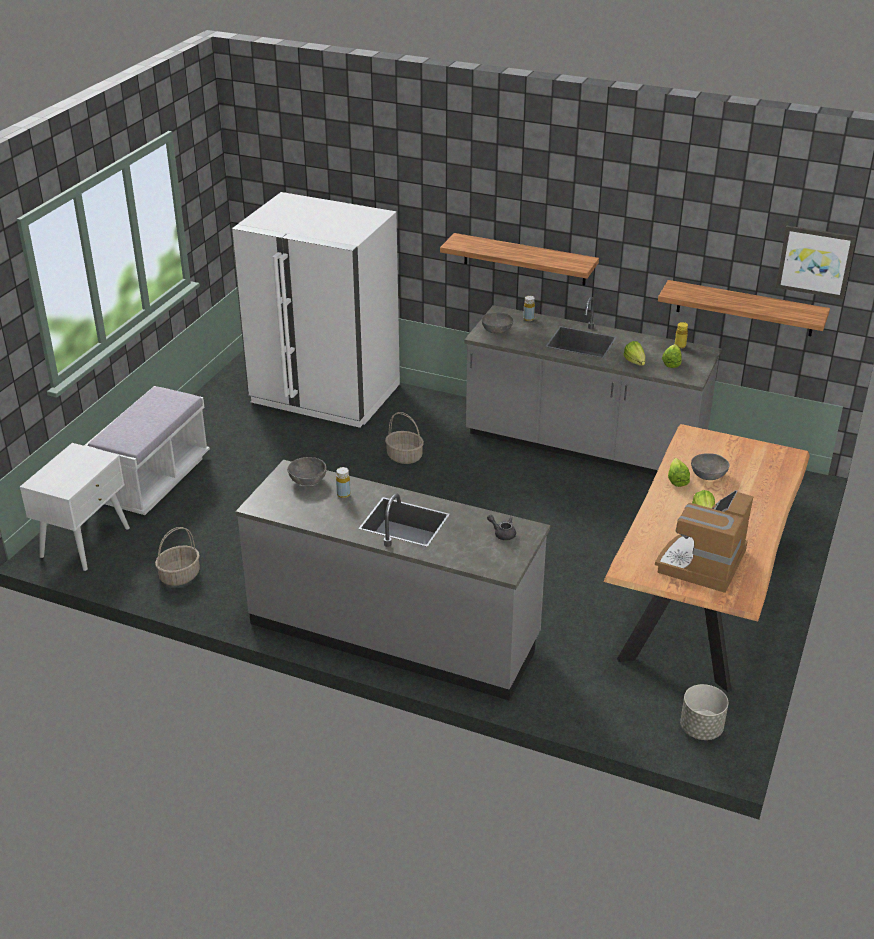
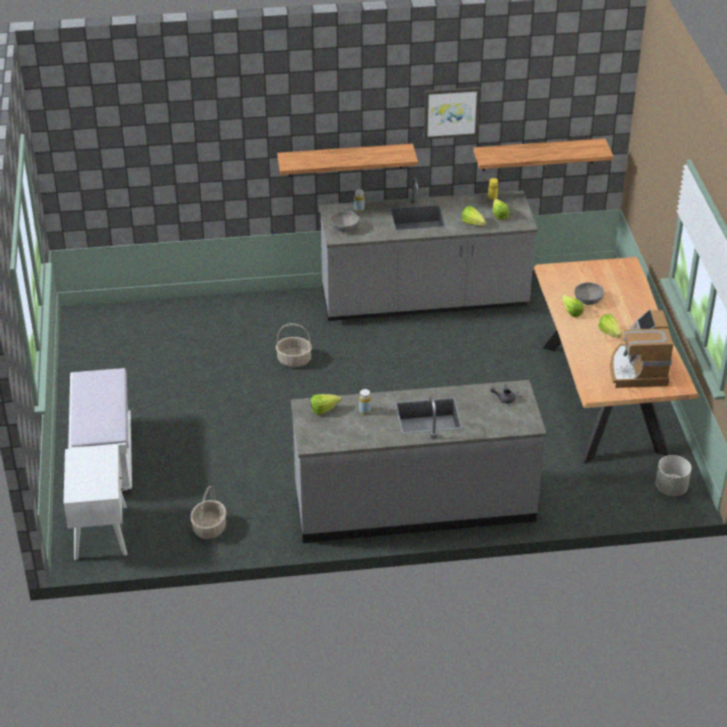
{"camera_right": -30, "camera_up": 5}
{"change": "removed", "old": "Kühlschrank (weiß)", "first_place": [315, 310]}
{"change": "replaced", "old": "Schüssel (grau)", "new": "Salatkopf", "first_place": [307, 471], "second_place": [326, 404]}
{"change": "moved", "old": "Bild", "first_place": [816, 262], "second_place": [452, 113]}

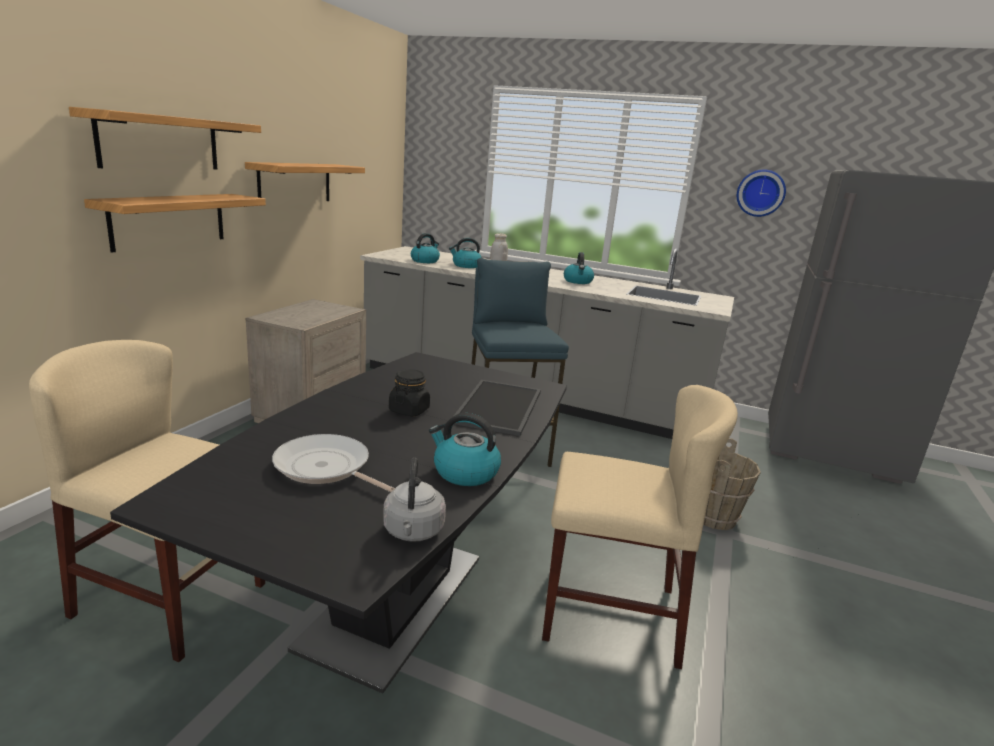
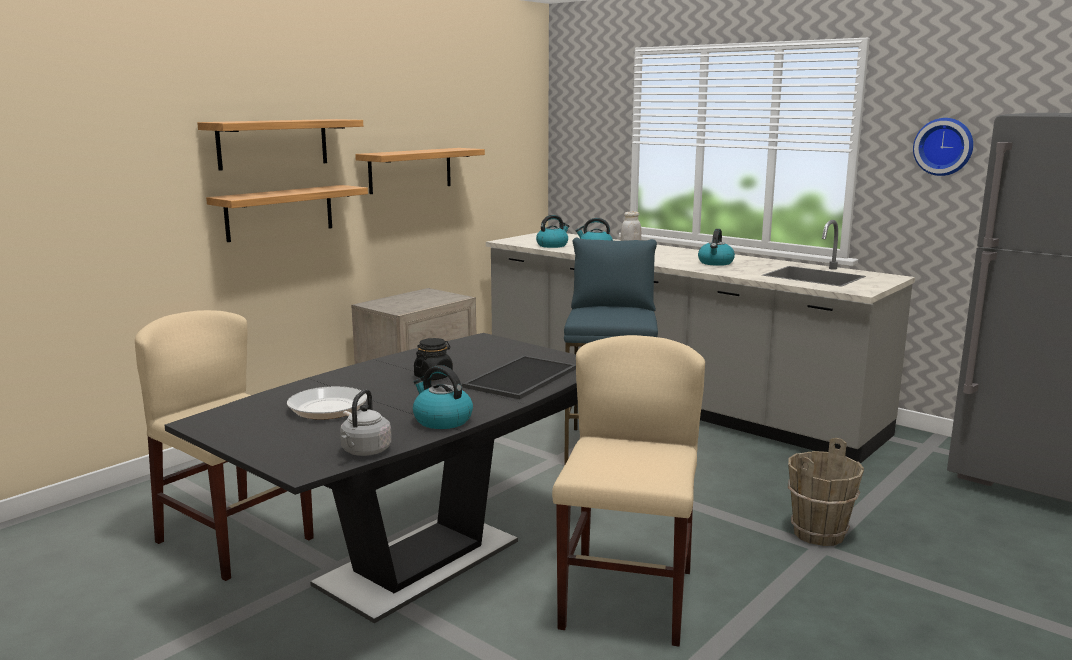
{"camera_right": 20, "camera_up": -5}
{"change": "turned", "old": "Stuhl (beige)", "first_place": [640, 527], "second_place": [628, 491], "degrees": -105}

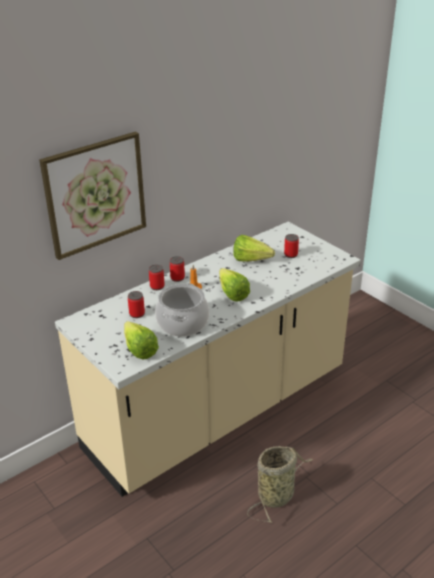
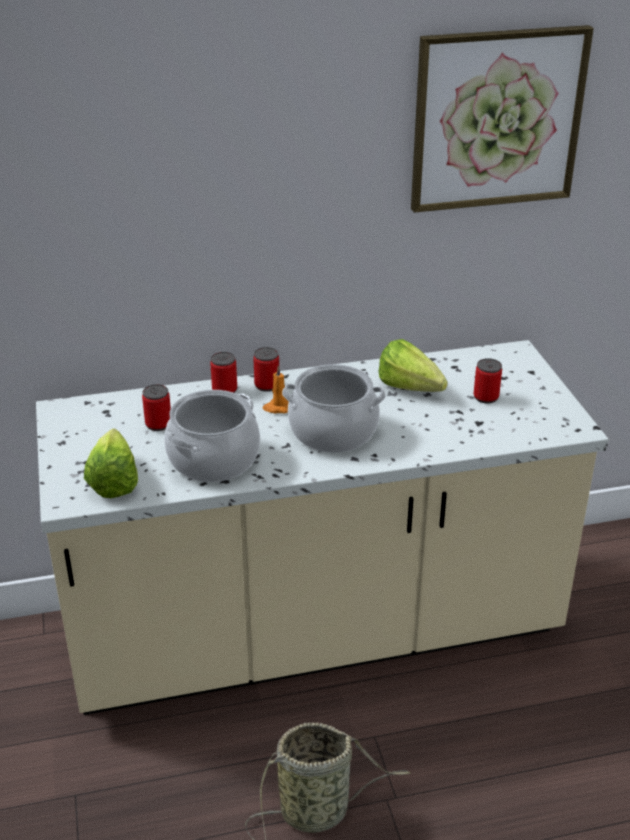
{"camera_right": 25, "camera_up": 0}
{"change": "moved", "old": "Bild", "first_place": [92, 196], "second_place": [502, 119]}
{"change": "replaced", "old": "Salatkopf", "new": "Kochtopf", "first_place": [234, 285], "second_place": [334, 408]}

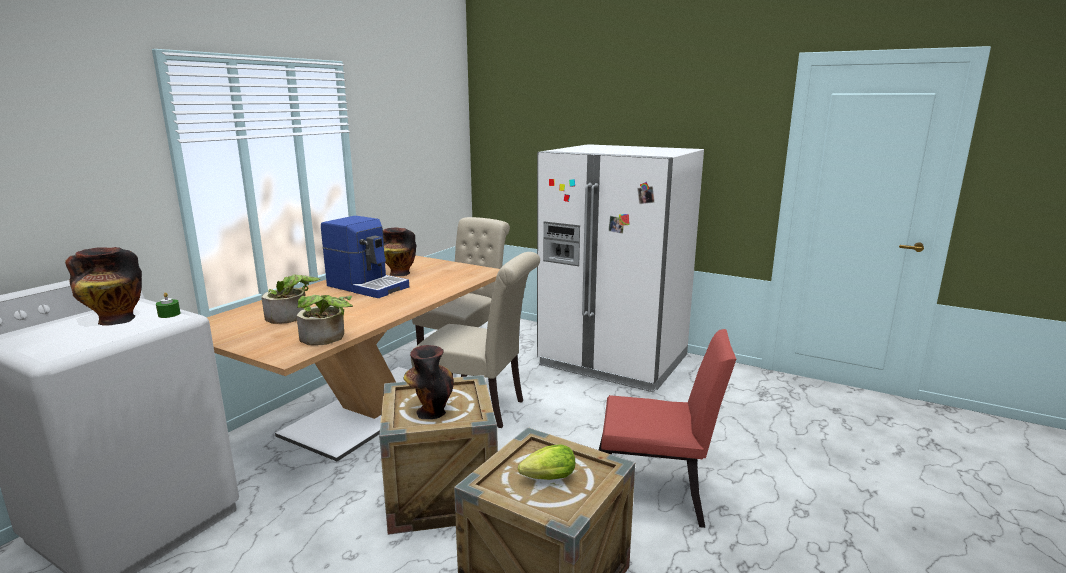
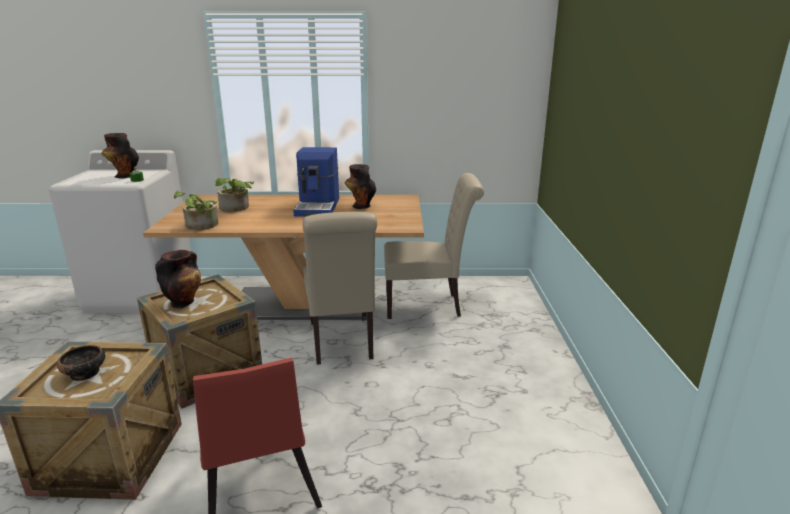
{"camera_right": 60, "camera_up": 5}
{"change": "replaced", "old": "Salatkopf", "new": "Schüssel", "first_place": [546, 462], "second_place": [81, 363]}
{"change": "removed", "old": "Kühlschrank (weiß)", "first_place": [620, 268]}

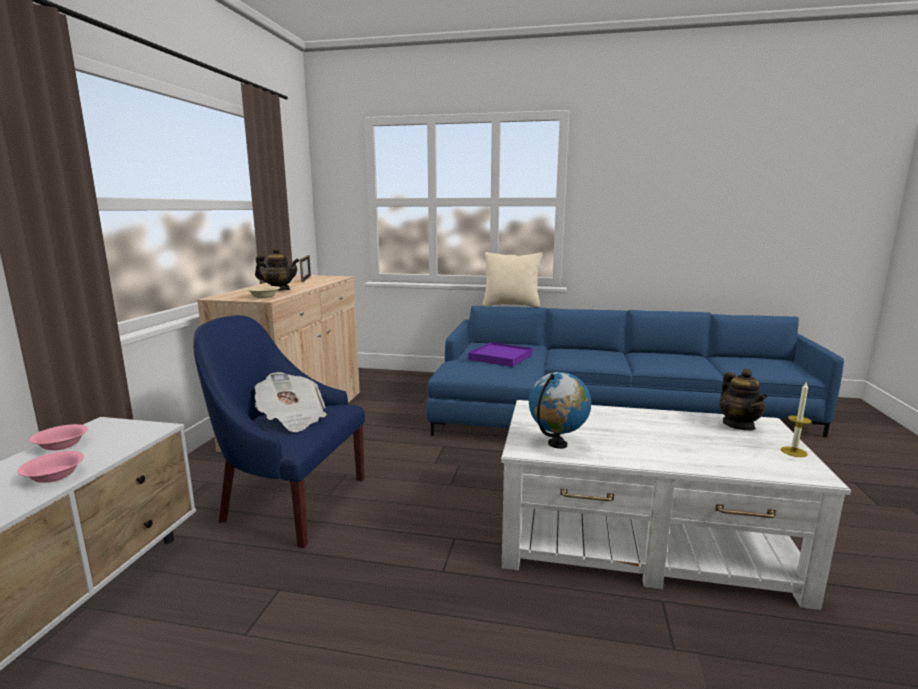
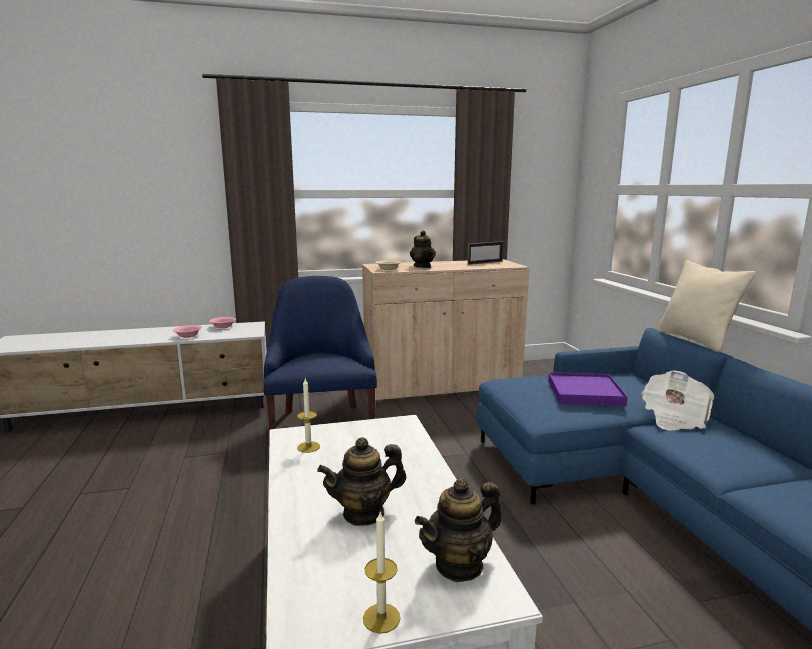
{"camera_right": 65, "camera_up": 0}
{"change": "moved", "old": "Zeitung", "first_place": [291, 402], "second_place": [678, 400]}
{"change": "replaced", "old": "Globus", "new": "Kerze", "first_place": [560, 410], "second_place": [308, 416]}
{"change": "added", "new": "Teekanne", "second_place": [361, 481]}

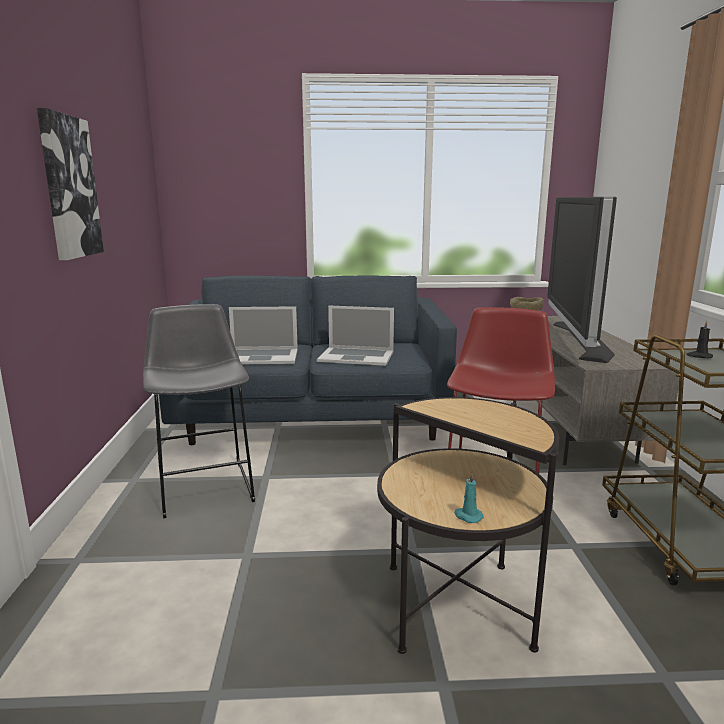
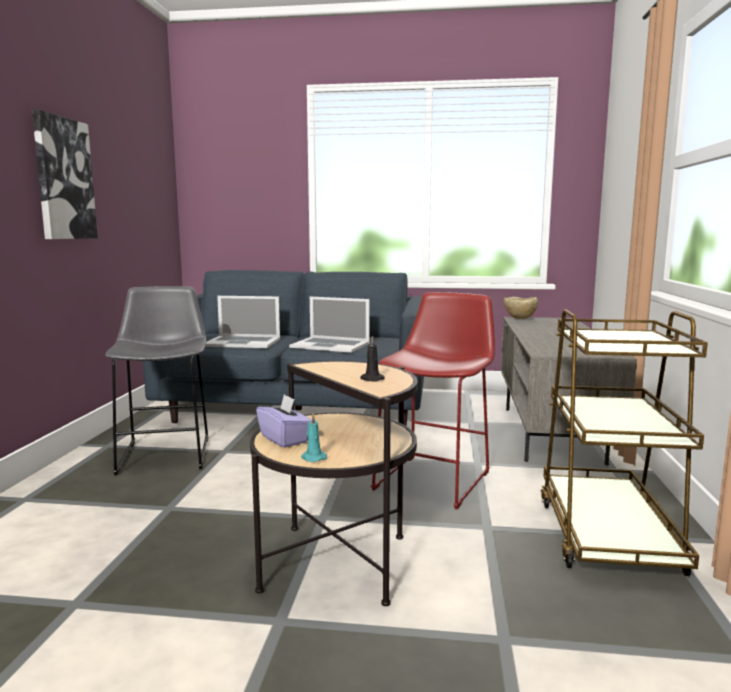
{"camera_right": 10, "camera_up": -5}
{"change": "removed", "old": "Fernseher", "first_place": [582, 280]}
{"change": "moved", "old": "Kerze (schwarz)", "first_place": [699, 339], "second_place": [372, 359]}
{"change": "added", "new": "Taschentuchbox (lila)", "second_place": [283, 421]}

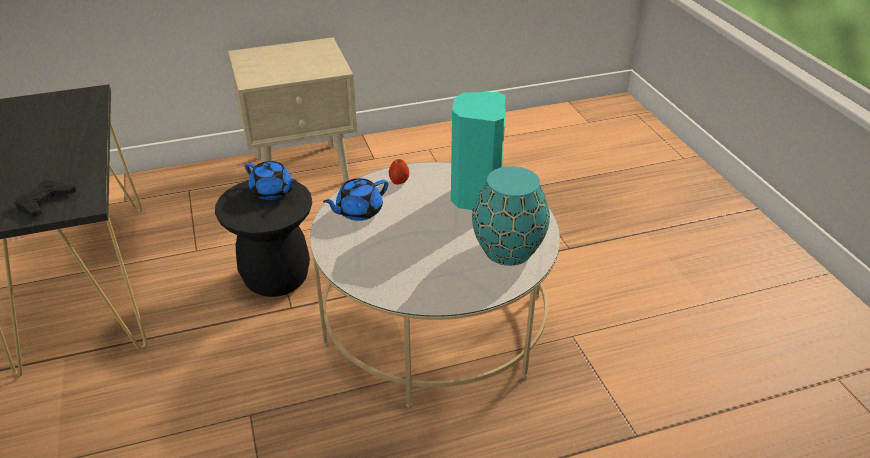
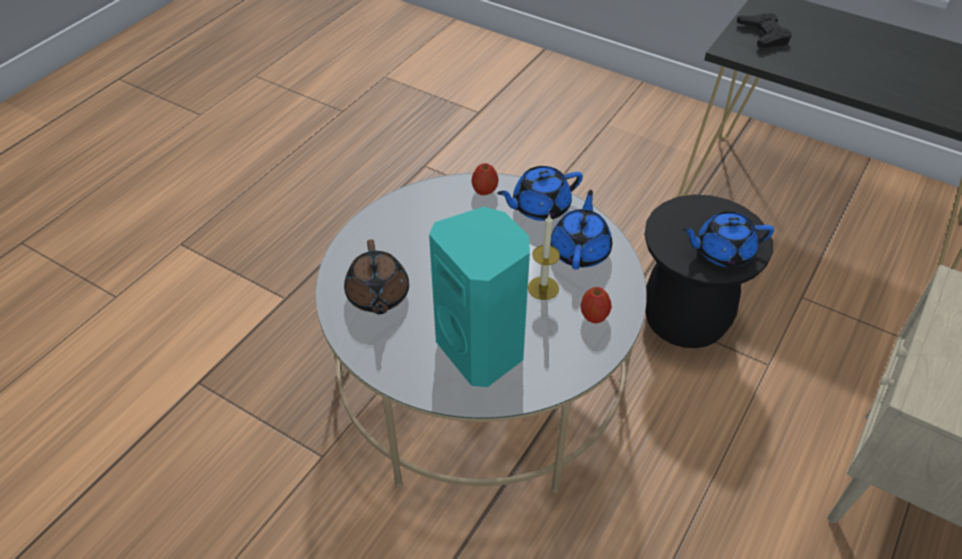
{"camera_right": 140, "camera_up": 10}
{"change": "replaced", "old": "Vase (türkis)", "new": "Teekanne (braun)", "first_place": [511, 216], "second_place": [376, 276]}
{"change": "added", "new": "Apfel", "second_place": [485, 179]}
{"change": "added", "new": "Teekanne (blau)", "second_place": [540, 193]}
{"change": "added", "new": "Kerze", "second_place": [544, 257]}

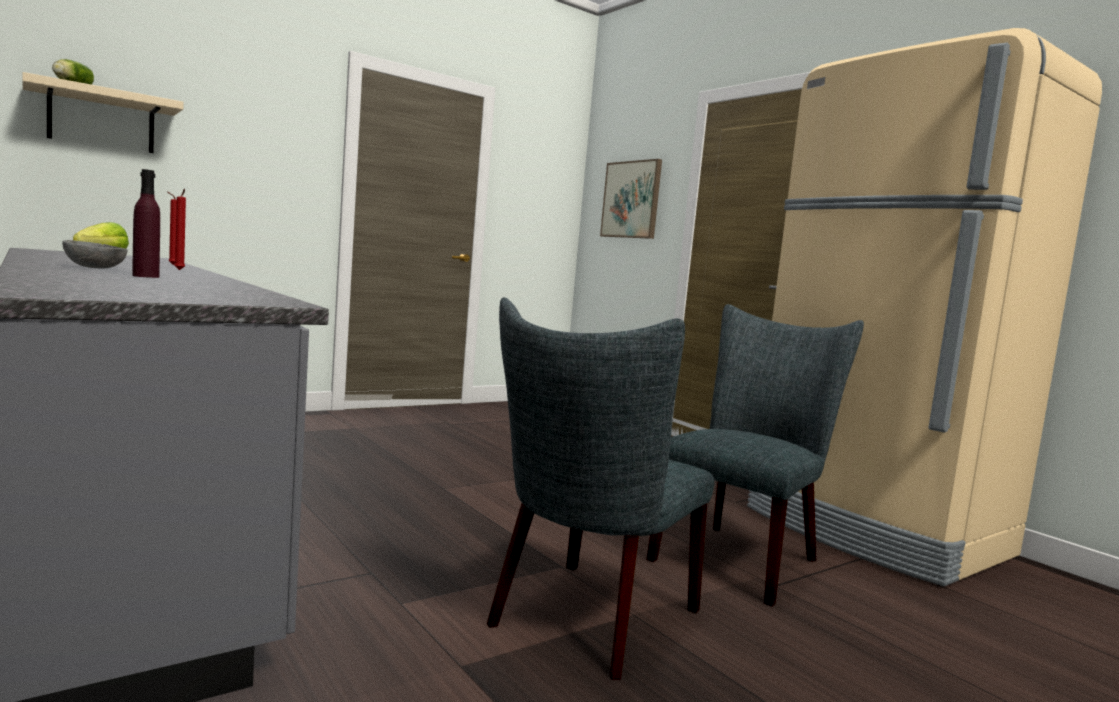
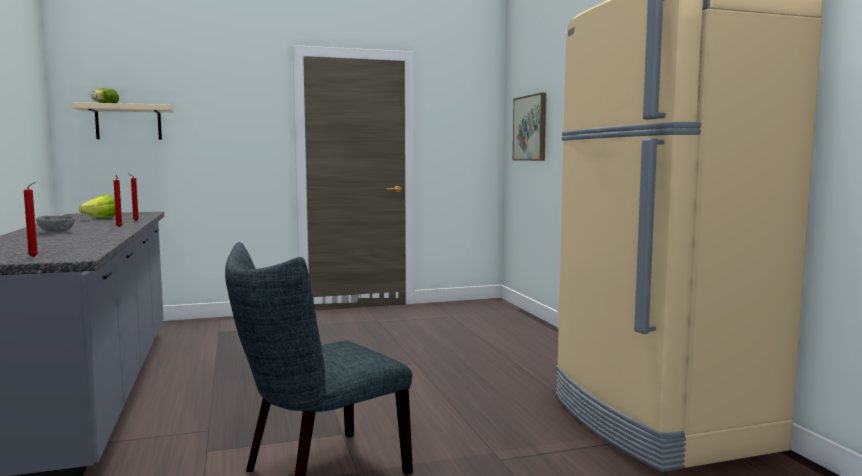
{"camera_right": 20, "camera_up": 0}
{"change": "removed", "old": "Flasche (lila)", "first_place": [146, 223]}
{"change": "removed", "old": "Stuhl (grau)", "first_place": [755, 455]}
{"change": "added", "new": "Kerze (rot)", "second_place": [31, 219]}

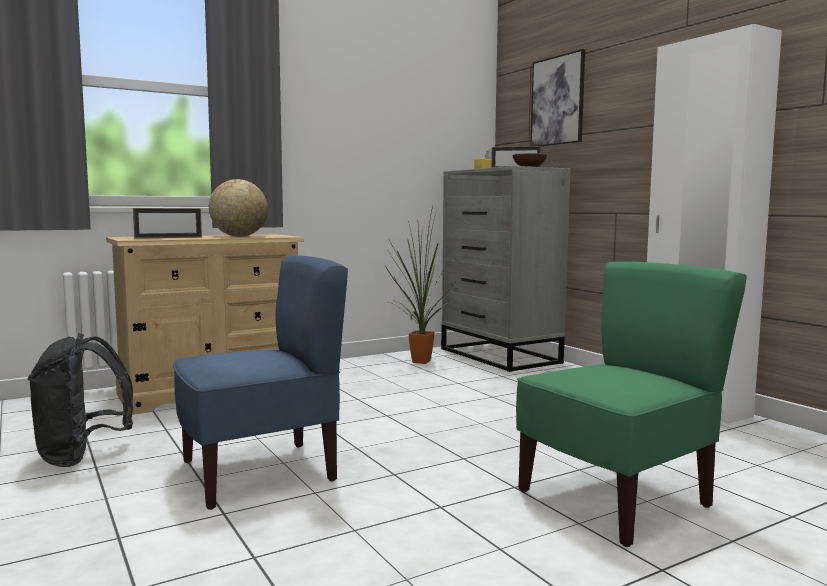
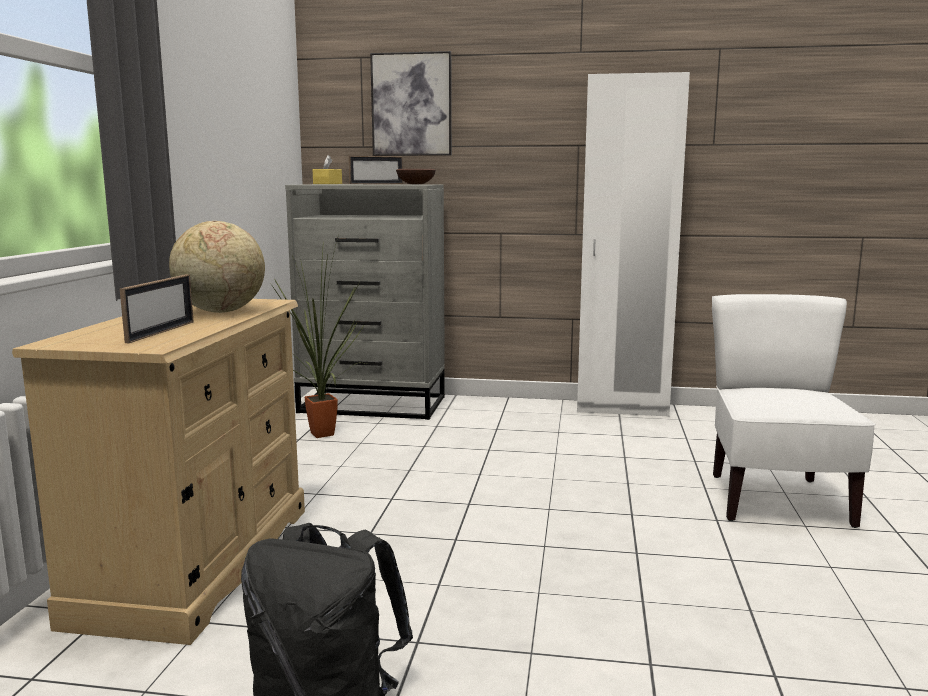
{"camera_right": -50, "camera_up": 5}
{"change": "removed", "old": "Stuhl (blau)", "first_place": [260, 383]}
{"change": "recoloured", "old": "Stuhl (grün)", "new": "Stuhl (weiß)", "first_place": [631, 404], "second_place": [794, 411]}

